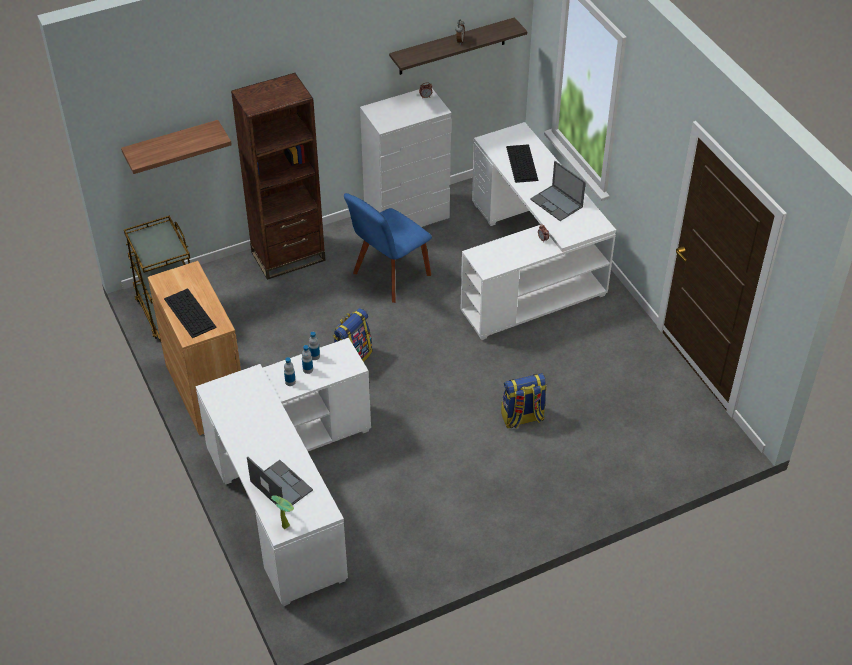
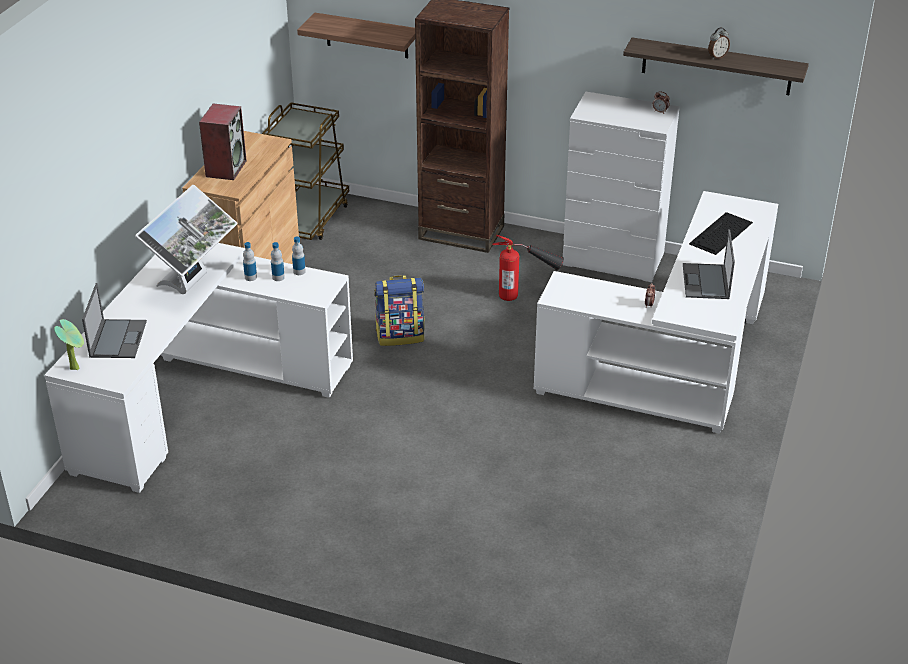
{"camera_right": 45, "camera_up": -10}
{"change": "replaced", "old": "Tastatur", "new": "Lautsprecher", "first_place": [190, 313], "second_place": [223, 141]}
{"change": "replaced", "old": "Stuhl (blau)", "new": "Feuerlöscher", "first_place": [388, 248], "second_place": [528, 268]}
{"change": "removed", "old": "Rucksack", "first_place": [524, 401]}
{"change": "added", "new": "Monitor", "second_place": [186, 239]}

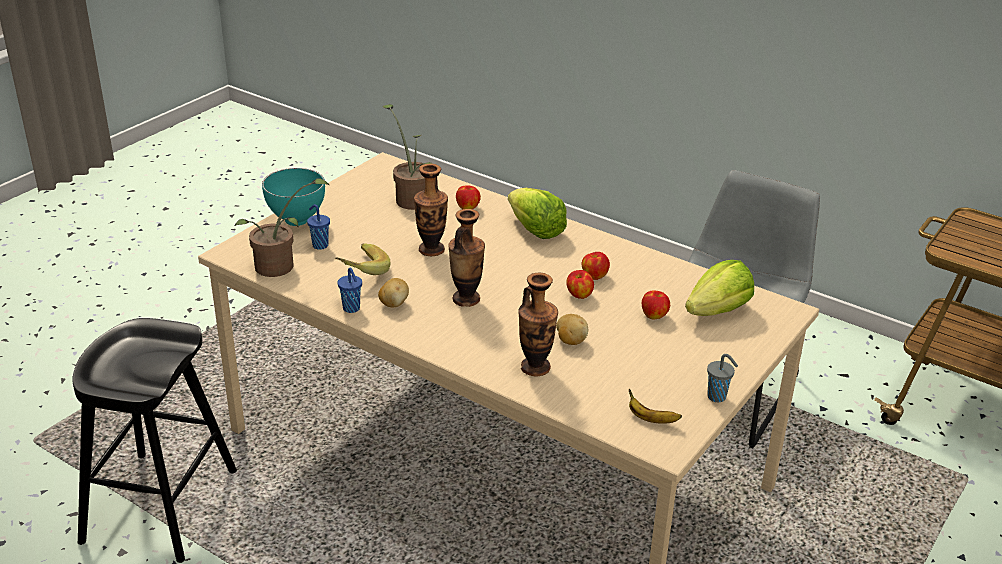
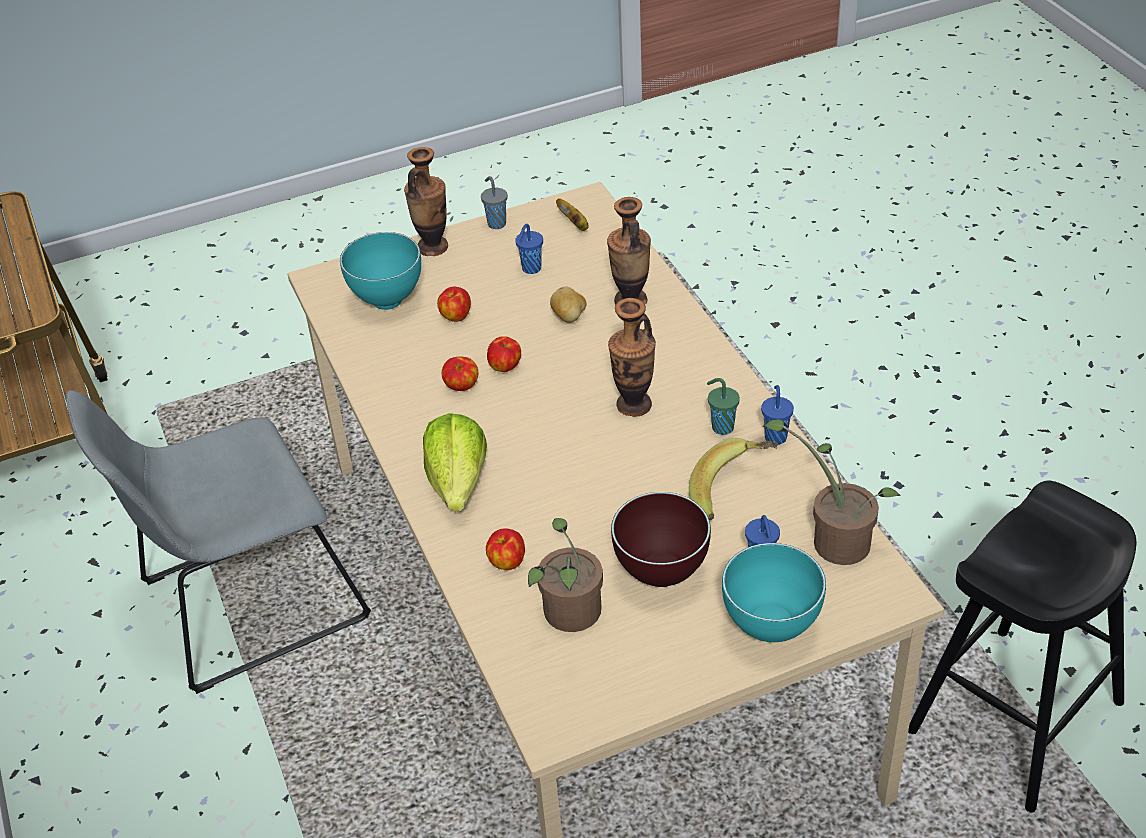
{"camera_right": -145, "camera_up": 10}
{"change": "replaced", "old": "Kartoffel", "new": "Tasse (grün)", "first_place": [393, 292], "second_place": [723, 406]}
{"change": "moved", "old": "Vase", "first_place": [431, 210], "second_place": [426, 201]}
{"change": "replaced", "old": "Salatkopf", "new": "Schüssel (türkis)", "first_place": [719, 288], "second_place": [380, 271]}
{"change": "added", "new": "Tasse (blau)", "second_place": [529, 249]}
{"change": "added", "new": "Schüssel (braun)", "second_place": [661, 539]}

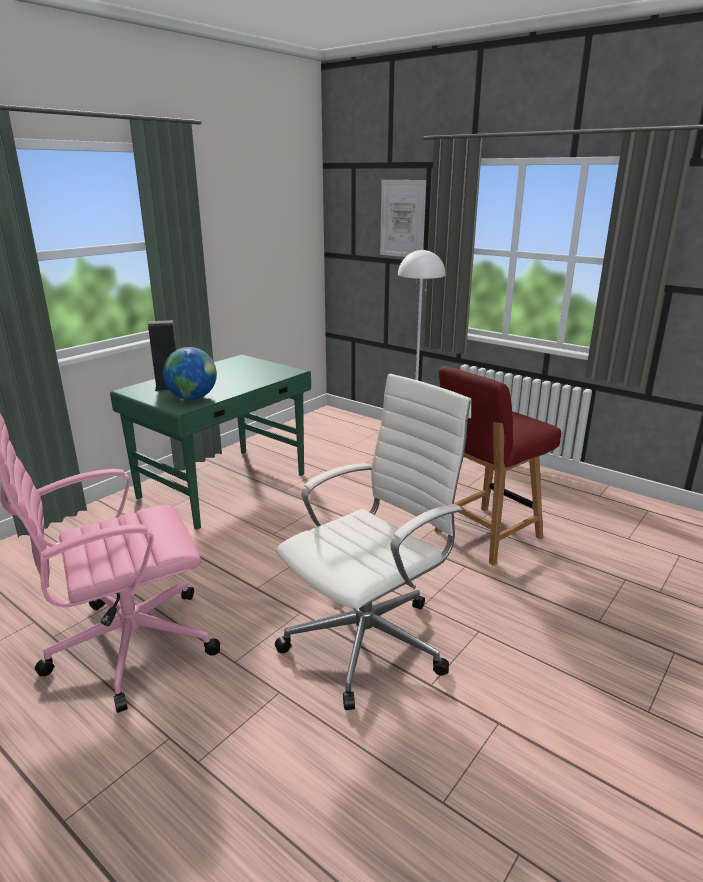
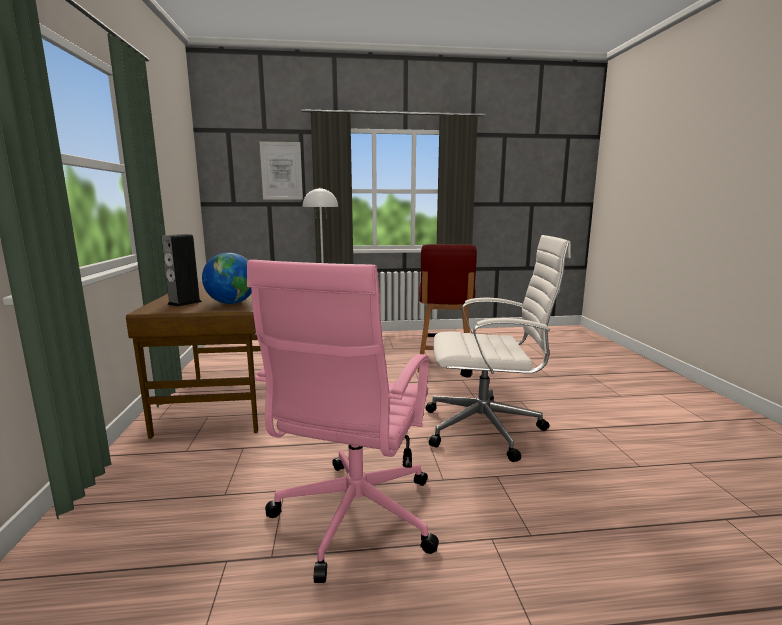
{"camera_right": -45, "camera_up": -10}
{"change": "recoloured", "old": "Schreibtisch (grün)", "new": "Schreibtisch (braun)", "first_place": [210, 442], "second_place": [193, 360]}
{"change": "turned", "old": "Bürostuhl (weiß)", "first_place": [373, 541], "second_place": [498, 348], "degrees": 90}

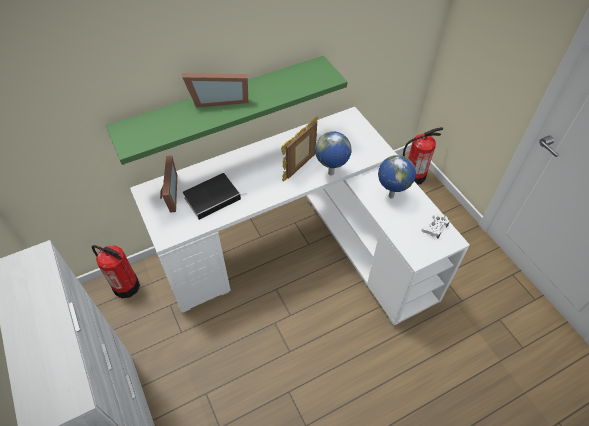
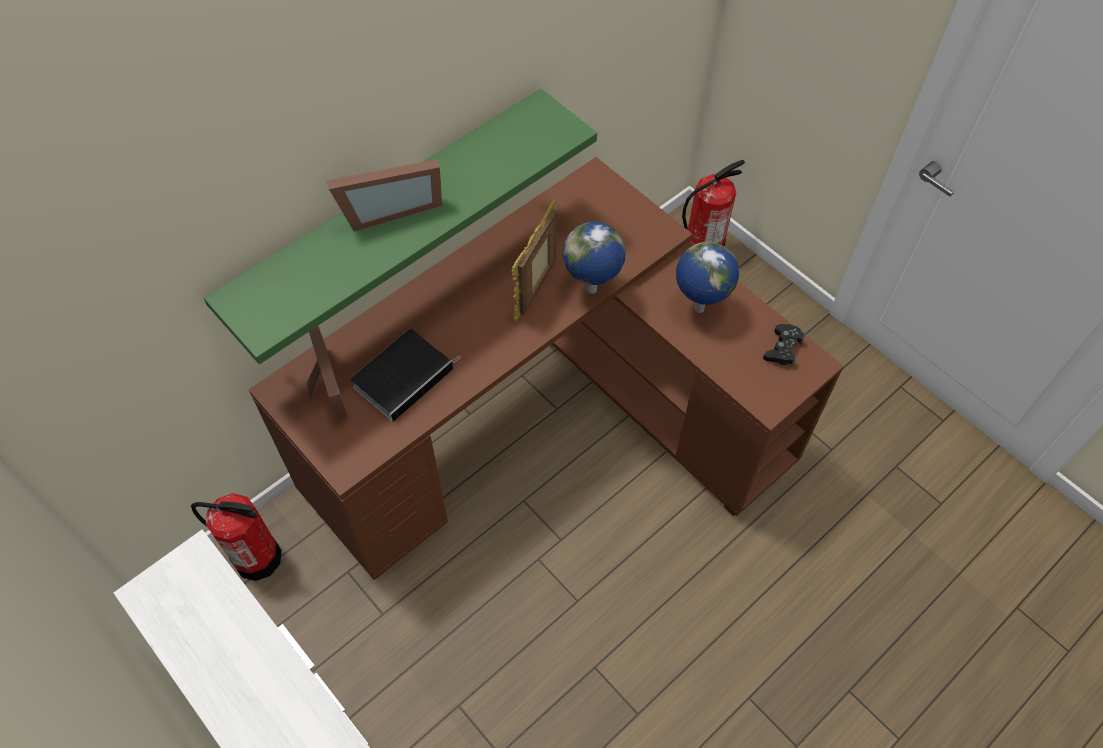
{"camera_right": -15, "camera_up": 5}
{"change": "recoloured", "old": "Schreibtisch (weiß)", "new": "Schreibtisch (braun)", "first_place": [300, 216], "second_place": [546, 368]}
{"change": "recoloured", "old": "Gamepad (weiß)", "new": "Gamepad (schwarz)", "first_place": [435, 225], "second_place": [784, 345]}

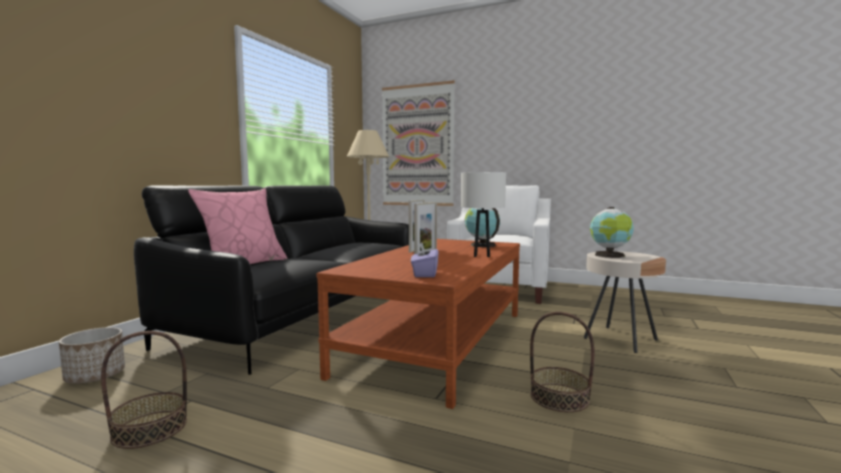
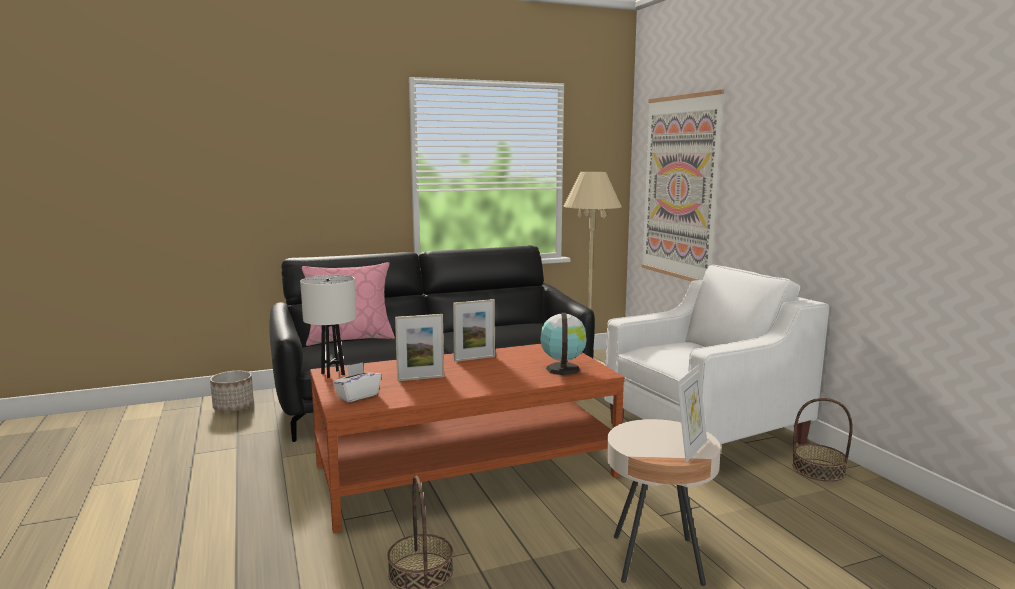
{"camera_right": 45, "camera_up": 5}
{"change": "moved", "old": "Korb", "first_place": [144, 390], "second_place": [822, 440]}
{"change": "recoloured", "old": "Taschentuchbox (lila)", "new": "Taschentuchbox (weiß)", "first_place": [424, 259], "second_place": [357, 382]}
{"change": "moved", "old": "Tischlampe (weiß)", "first_place": [483, 214], "second_place": [328, 326]}
{"change": "removed", "old": "Globus", "first_place": [612, 232]}
{"change": "added", "new": "Bilderrahmen", "second_place": [692, 414]}

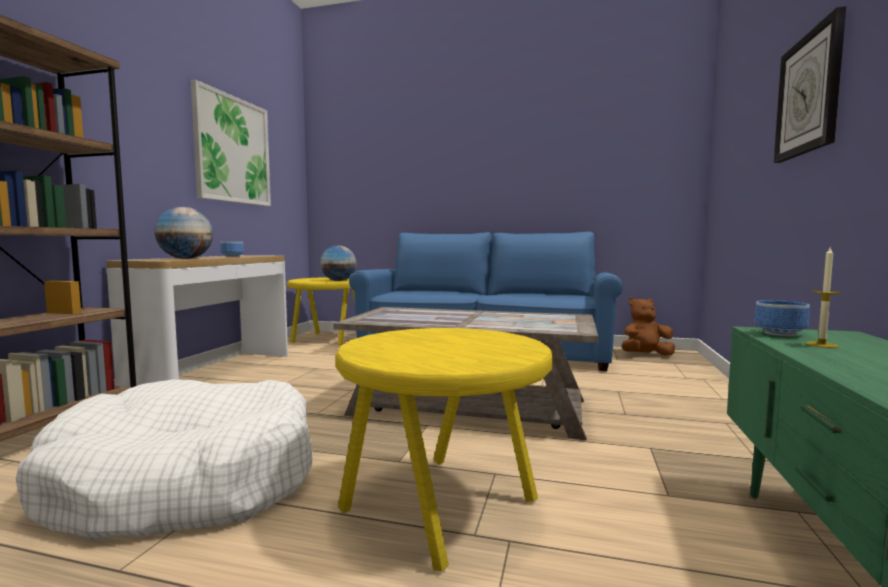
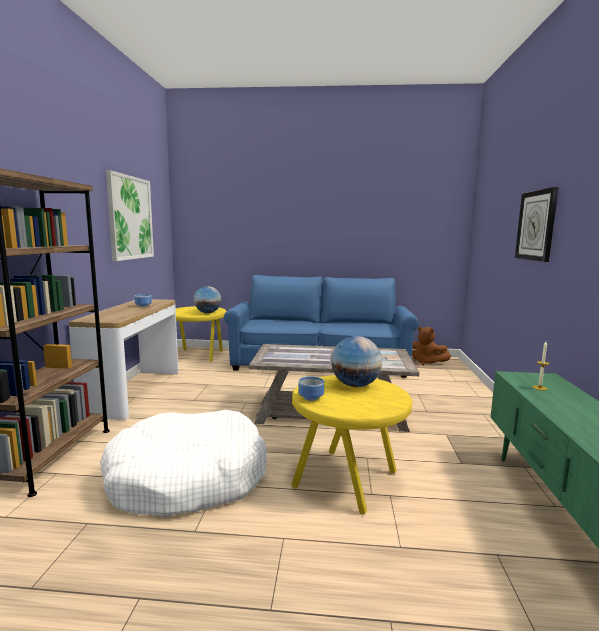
{"camera_right": -10, "camera_up": 5}
{"change": "moved", "old": "Globus", "first_place": [183, 233], "second_place": [356, 361]}
{"change": "turned", "old": "Plüschtier (braun)", "first_place": [648, 327], "second_place": [431, 346], "degrees": -120}
{"change": "moved", "old": "Schüssel", "first_place": [782, 318], "second_place": [311, 389]}

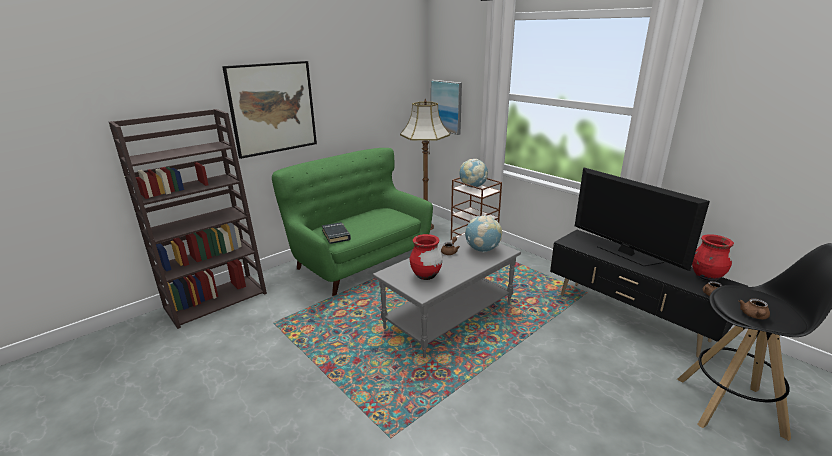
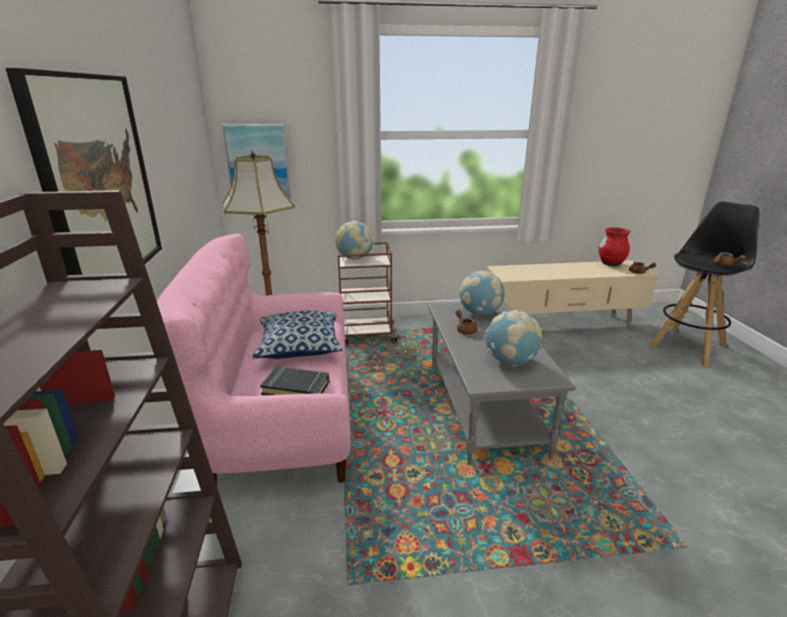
{"camera_right": -55, "camera_up": 0}
{"change": "recoloured", "old": "Sofa (grün)", "new": "Sofa (rosa)", "first_place": [352, 222], "second_place": [254, 359]}
{"change": "replaced", "old": "Vase (rot)", "new": "Globus", "first_place": [426, 257], "second_place": [513, 338]}
{"change": "recoloured", "old": "Fernsehschrank (schwarz)", "new": "Fernsehschrank (beige)", "first_place": [649, 293], "second_place": [572, 294]}
{"change": "removed", "old": "Fernseher", "first_place": [642, 219]}
{"change": "added", "new": "Kissen", "second_place": [297, 334]}

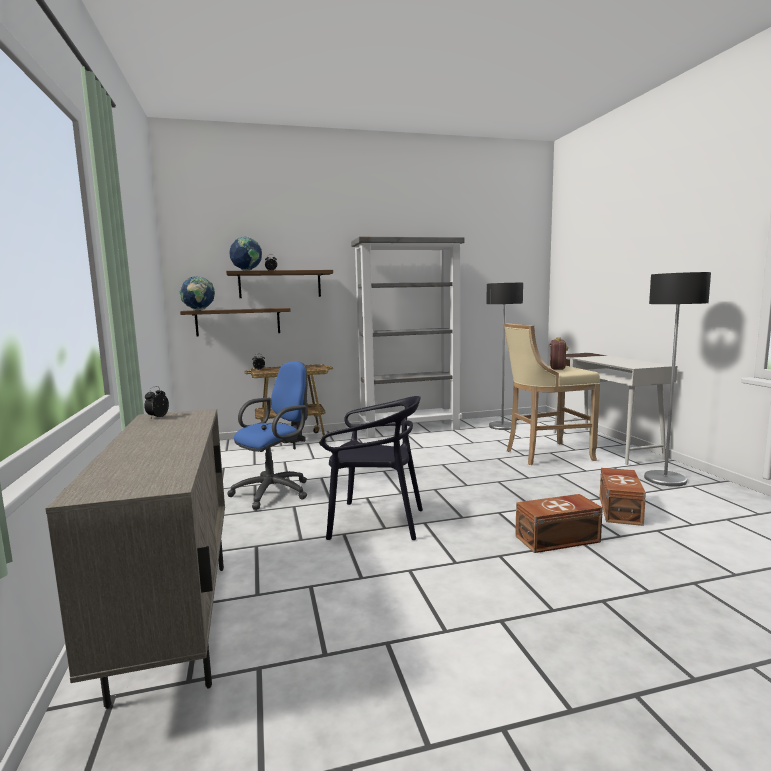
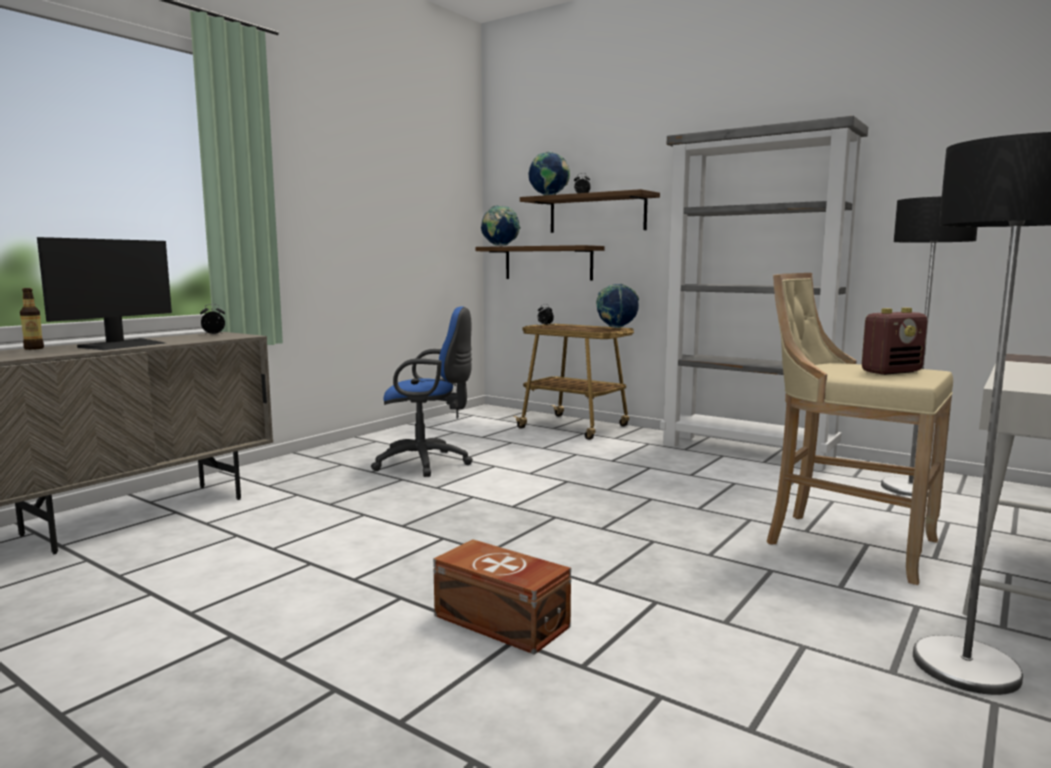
{"camera_right": 50, "camera_up": 0}
{"change": "removed", "old": "Stuhl (schwarz)", "first_place": [372, 468]}
{"change": "removed", "old": "Aufbewahrungsbox (braun)", "first_place": [623, 497]}
{"change": "added", "new": "Flasche", "second_place": [32, 319]}
{"change": "added", "new": "Monitor", "second_place": [104, 293]}
{"change": "added", "new": "Globus", "second_place": [617, 305]}

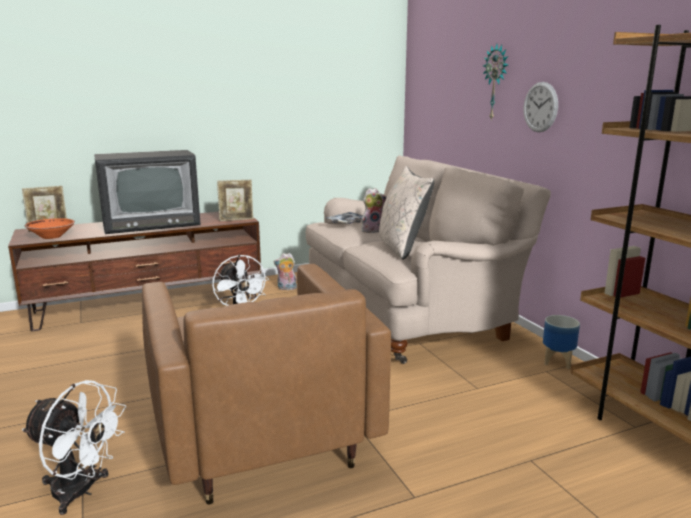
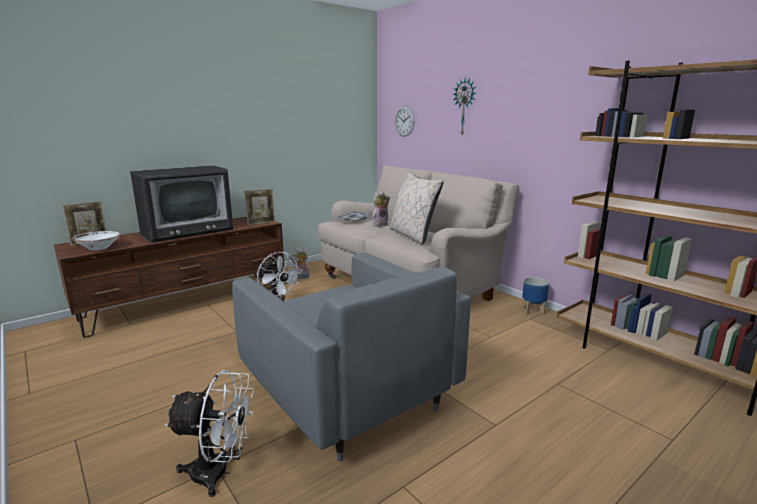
{"camera_right": -15, "camera_up": 0}
{"change": "recoloured", "old": "Schüssel (orange)", "new": "Schüssel (weiß)", "first_place": [49, 228], "second_place": [96, 241]}
{"change": "recoloured", "old": "Sessel (braun)", "new": "Sessel (grau)", "first_place": [266, 384], "second_place": [351, 357]}
{"change": "moved", "old": "Wanduhr", "first_place": [541, 107], "second_place": [405, 121]}

